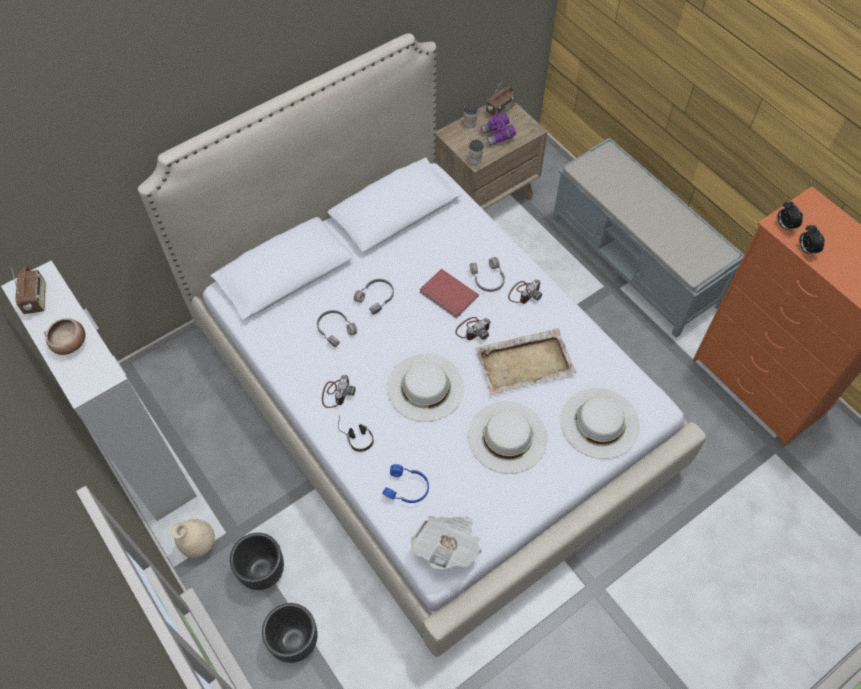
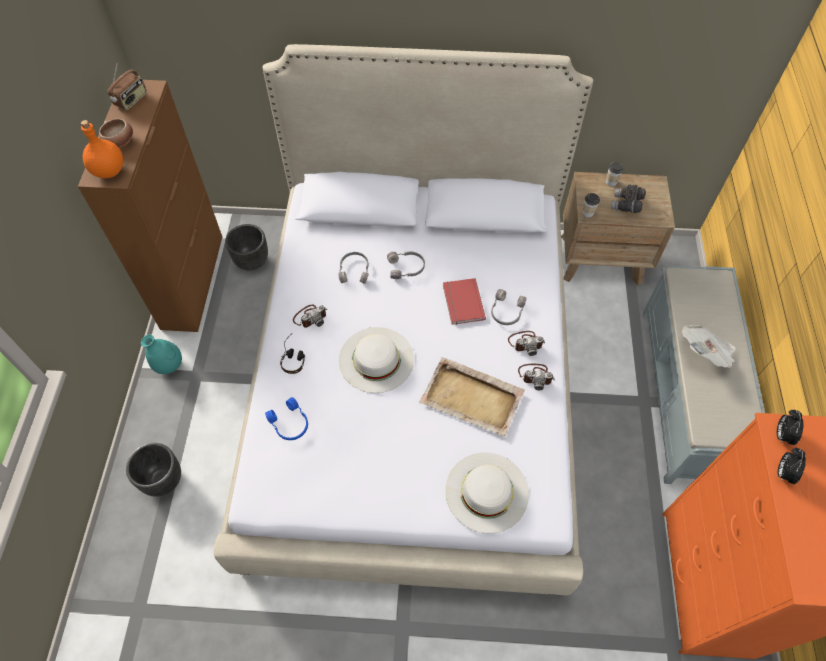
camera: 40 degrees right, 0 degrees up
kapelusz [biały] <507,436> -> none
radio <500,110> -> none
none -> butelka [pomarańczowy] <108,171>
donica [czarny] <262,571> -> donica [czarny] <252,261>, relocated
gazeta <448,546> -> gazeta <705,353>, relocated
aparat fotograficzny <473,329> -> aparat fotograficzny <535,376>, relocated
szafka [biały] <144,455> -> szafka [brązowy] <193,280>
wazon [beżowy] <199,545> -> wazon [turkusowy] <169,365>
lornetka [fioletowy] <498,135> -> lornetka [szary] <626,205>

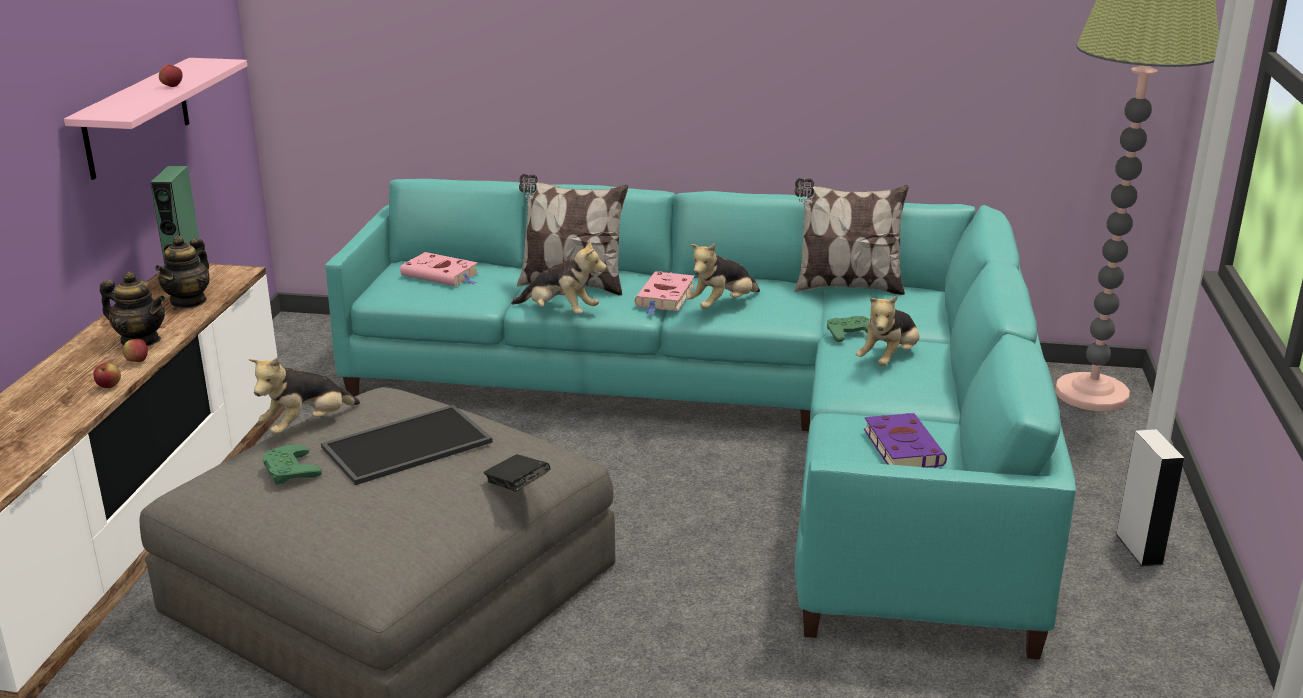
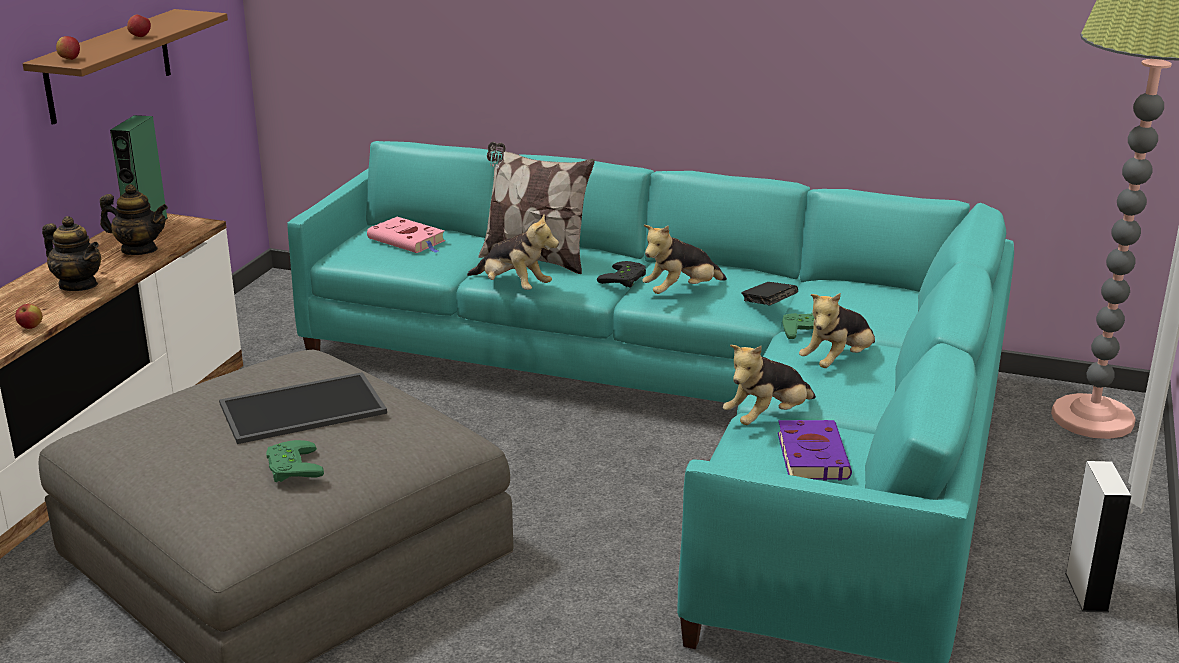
camera: 10 degrees right, 0 degrees up
poduszka <846,287> -> none
jabłko <137,361> -> jabłko <70,59>, relocated
pluszak <307,426> -> pluszak <768,418>, relocated
pad do gier [zielony] <287,470> -> pad do gier [zielony] <290,467>, relocated
książka [czarny] <517,486> -> książka [czarny] <768,305>, relocated
książka [różowy] <665,297> -> pad do gier [czarny] <625,279>
półka [różowy] <137,117> -> półka [brązowy] <108,66>
imbryk <189,301> -> imbryk <139,250>, 105 degrees counterclockwise

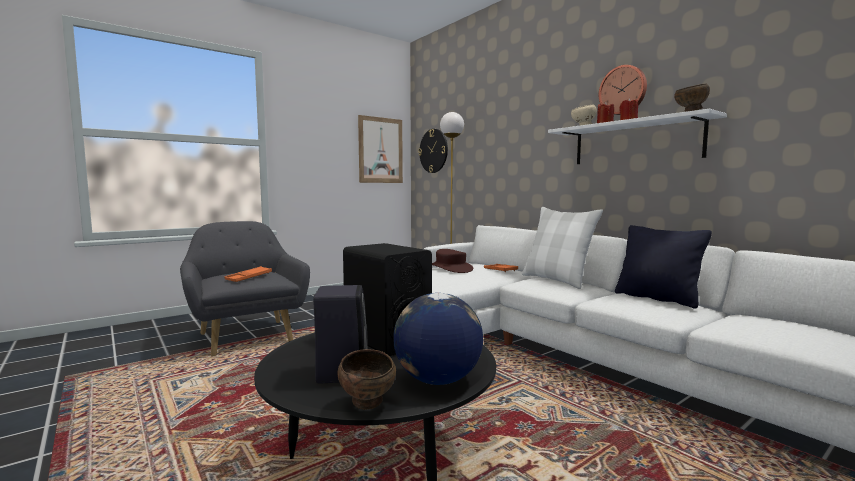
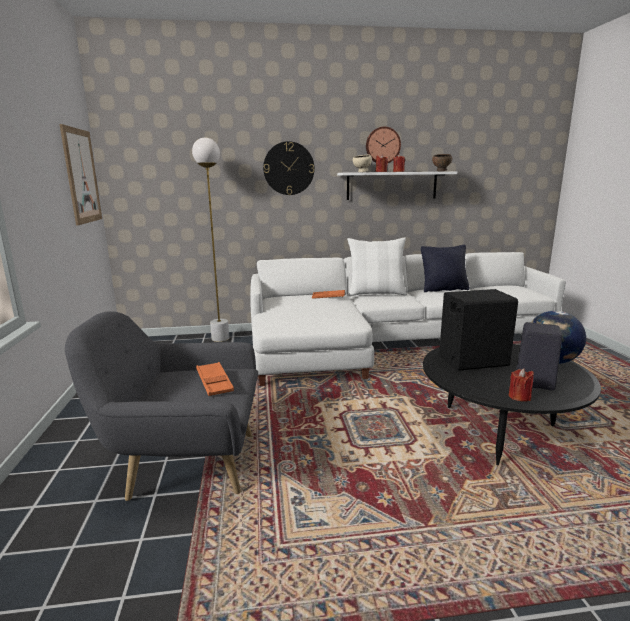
camera: 60 degrees left, 10 degrees up
miska [brązowy] <368,404> -> none
kapelusz [brązowy] <450,268> -> none
none -> świeca [czerwony] <519,397>
zegar ścienny <433,151> -> zegar ścienny <288,168>, relocated

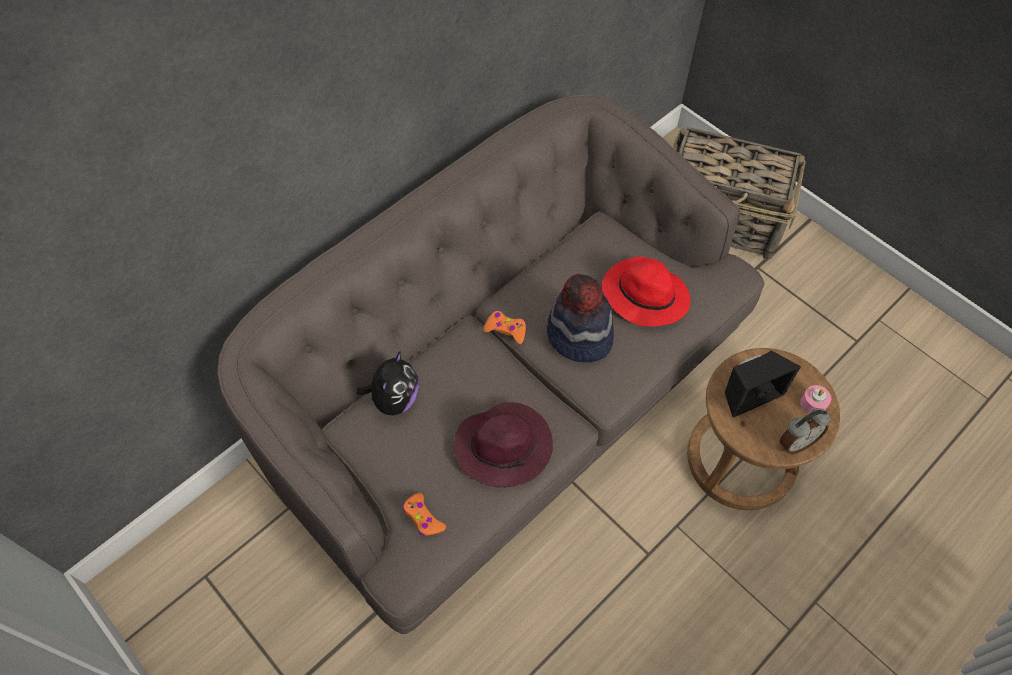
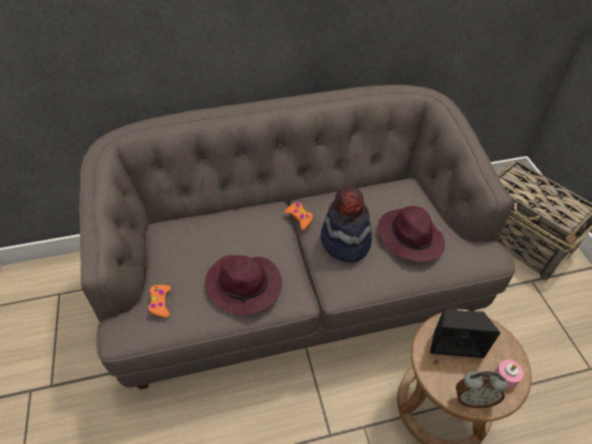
camera: 30 degrees right, 10 degrees down
pluszak <394,399> -> none
kapelusz [czerwony] <643,295> -> kapelusz [fioletowy] <409,237>

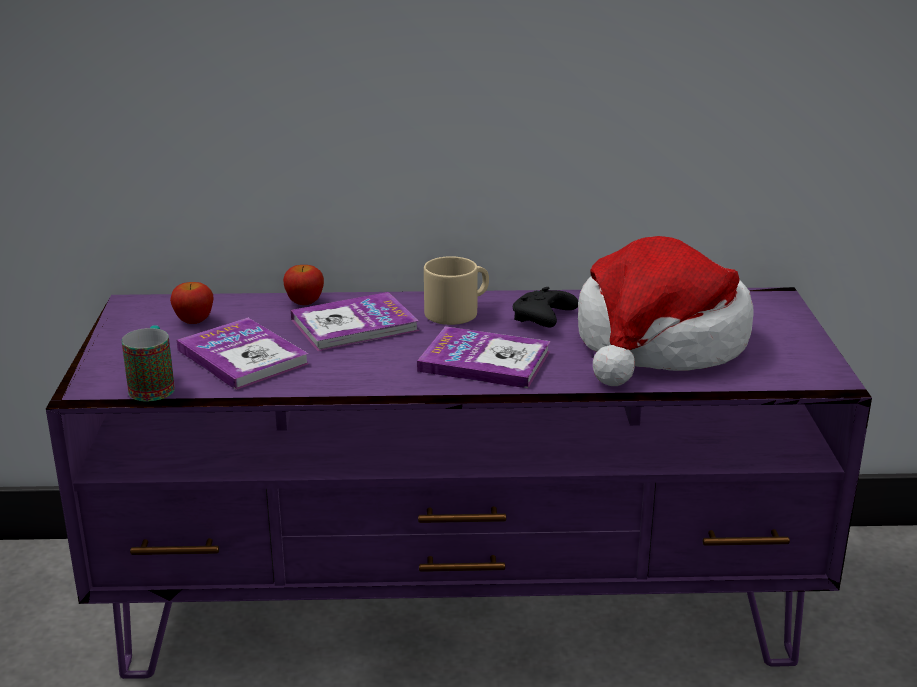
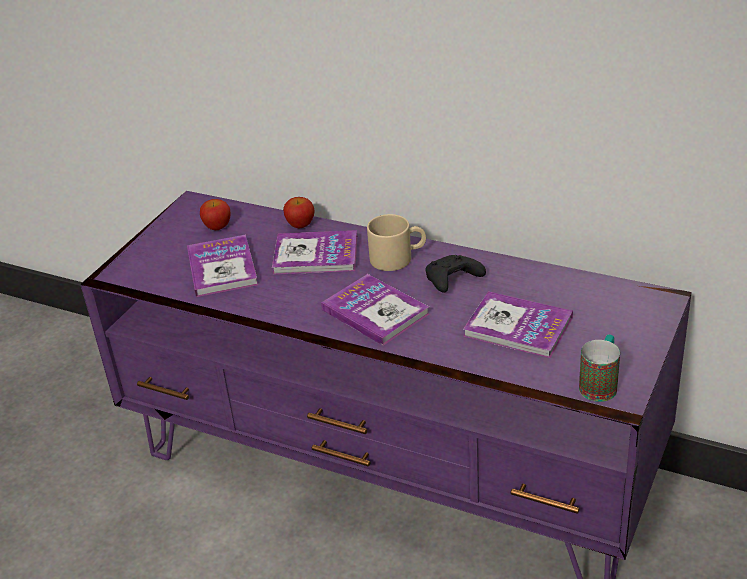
camera: 30 degrees right, 10 degrees up
kubek <154,386> -> kubek <600,383>, relocated
kapelusz <659,344> -> książka <518,327>

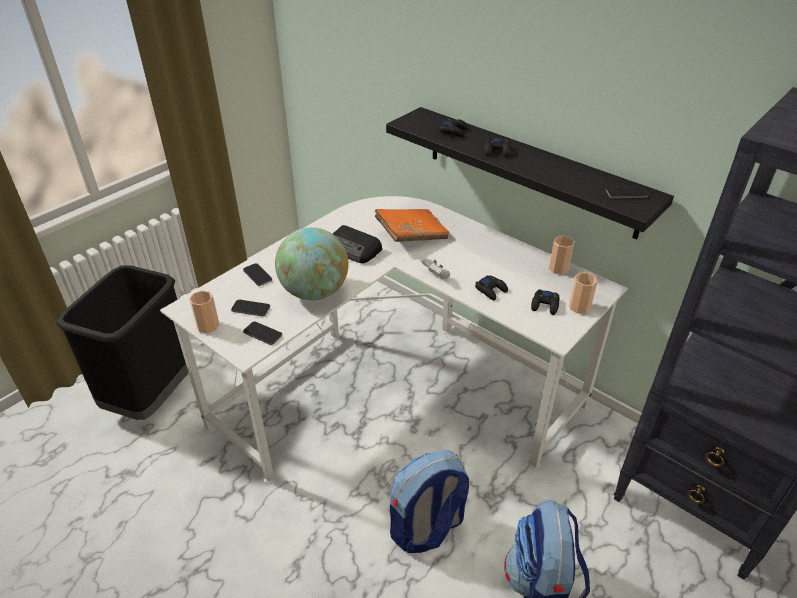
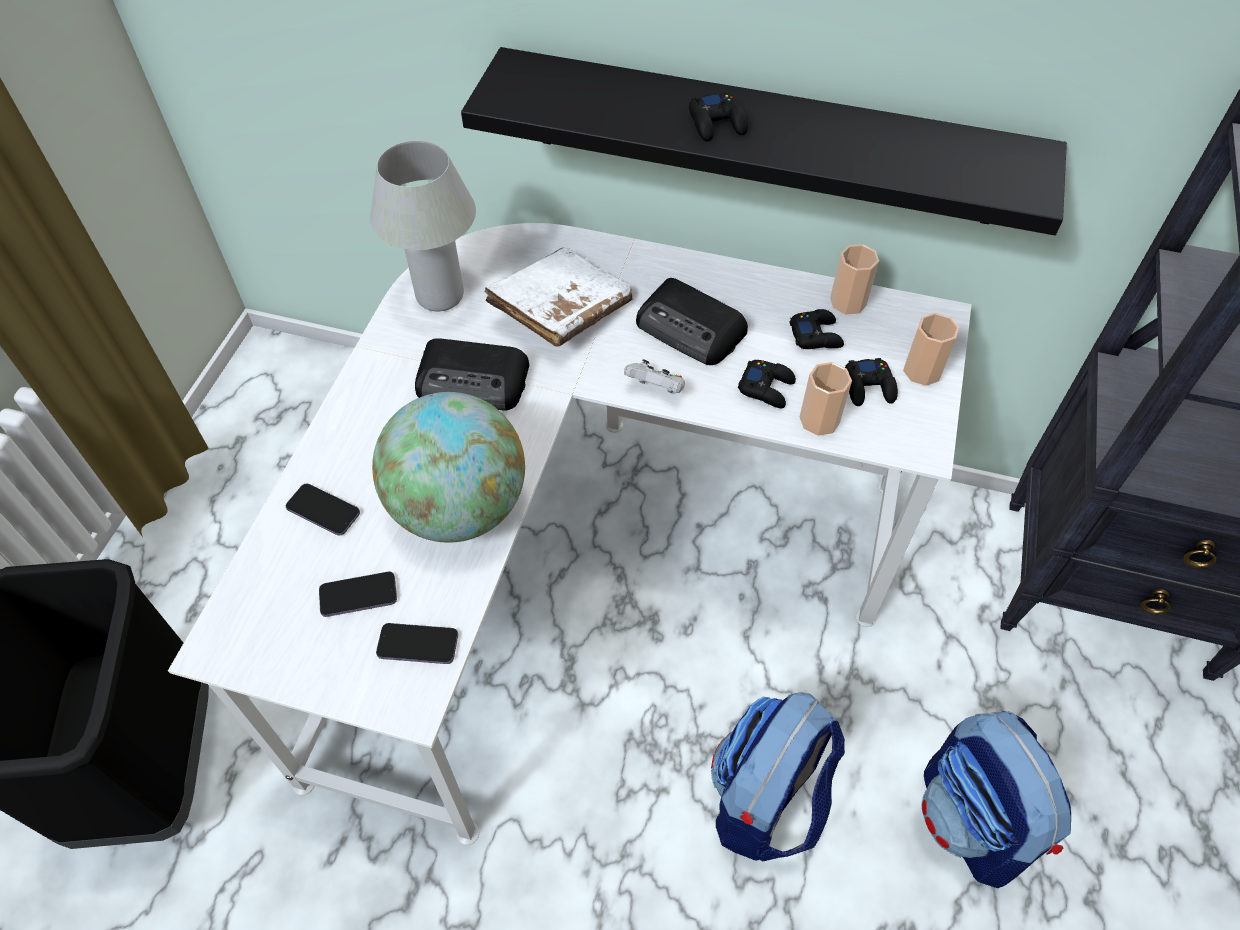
camera: 25 degrees left, 15 degrees up
telefon <626,194> -> none
none -> lampa stołowa [biały] <440,295>
none -> radio <691,329>
filiżanka <208,326> -> filiżanka <819,420>, relocated
pad do gier [czarny] <453,131> -> pad do gier [czarny] <816,335>, relocated
książka [pomarańczowy] <411,234> -> książka [biały] <561,311>

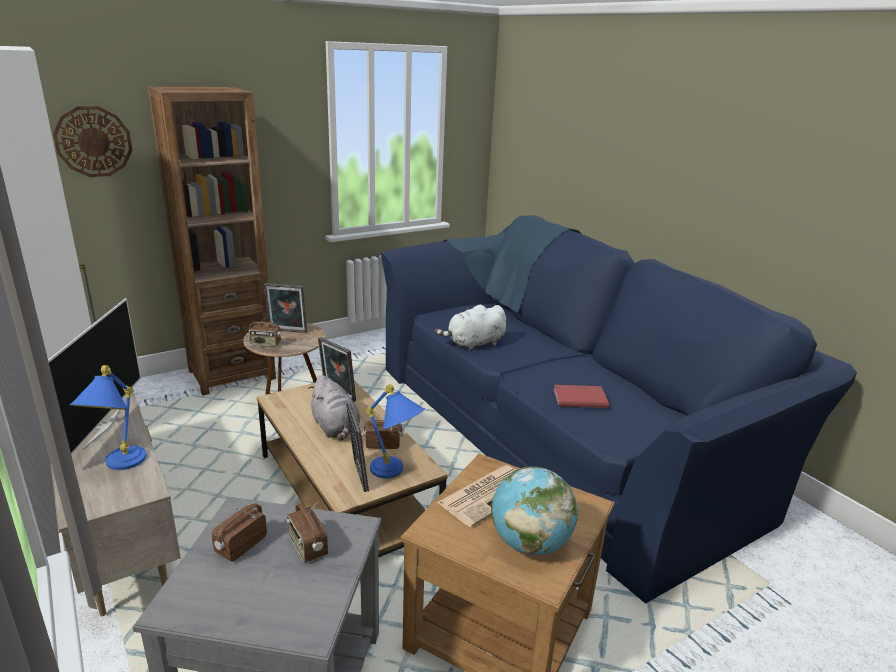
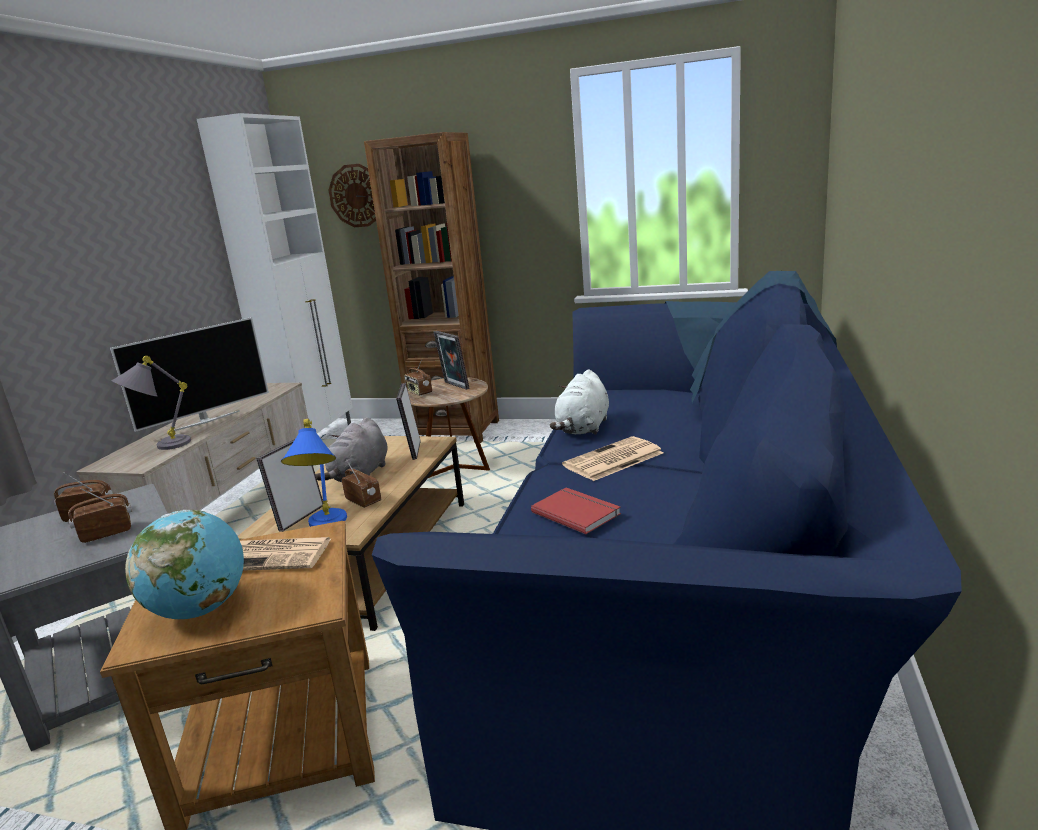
camera: 50 degrees right, 5 degrees down
none -> gazeta <612,460>
lampa stołowa [niebieski] <118,467> -> lampa stołowa [szary] <161,447>
radio <307,547> -> radio <107,533>, 45 degrees clockwise
pluszak [biały] <474,344> -> pluszak [biały] <583,428>, 90 degrees counterclockwise

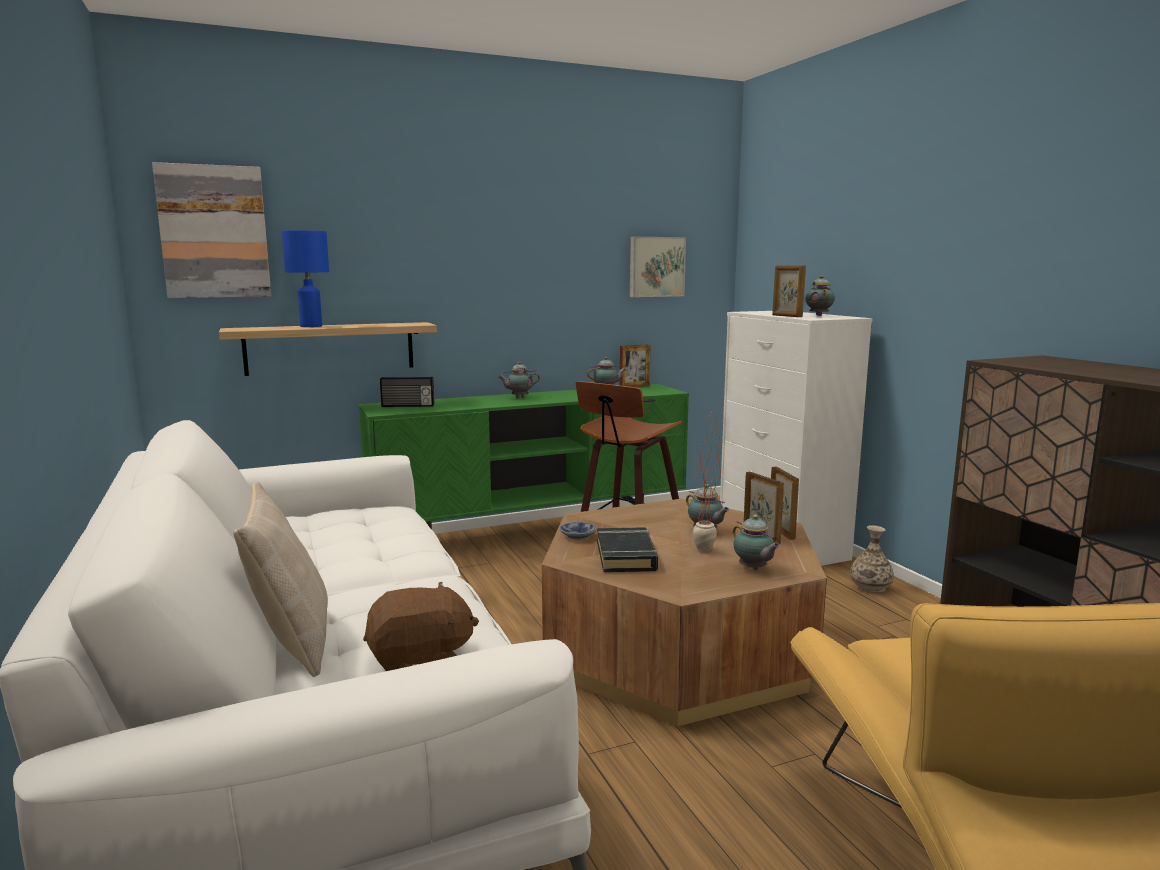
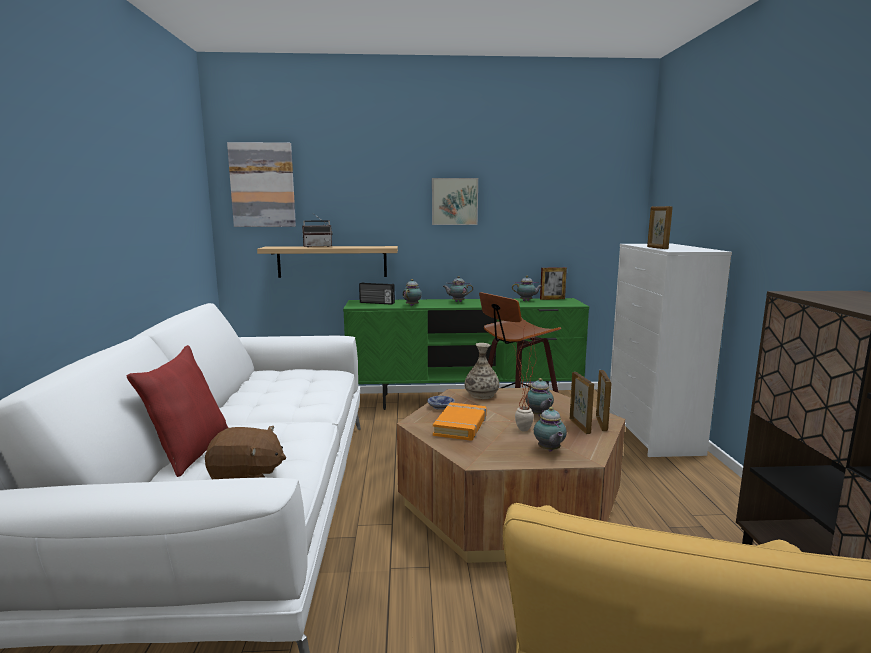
camera: 20 degrees right, 0 degrees up
obraz <656,267> -> obraz <454,201>, relocated
imbryk <818,315> -> imbryk <412,305>, relocated
wazon <870,587> -> wazon <481,395>, relocated
lampa stołowa [niebieski] <311,326> -> radio <318,246>
poduszka [beżowy] <292,641> -> poduszka [czerwony] <189,451>
książka [czarny] <626,556> -> książka [pomarańczowy] <461,426>

